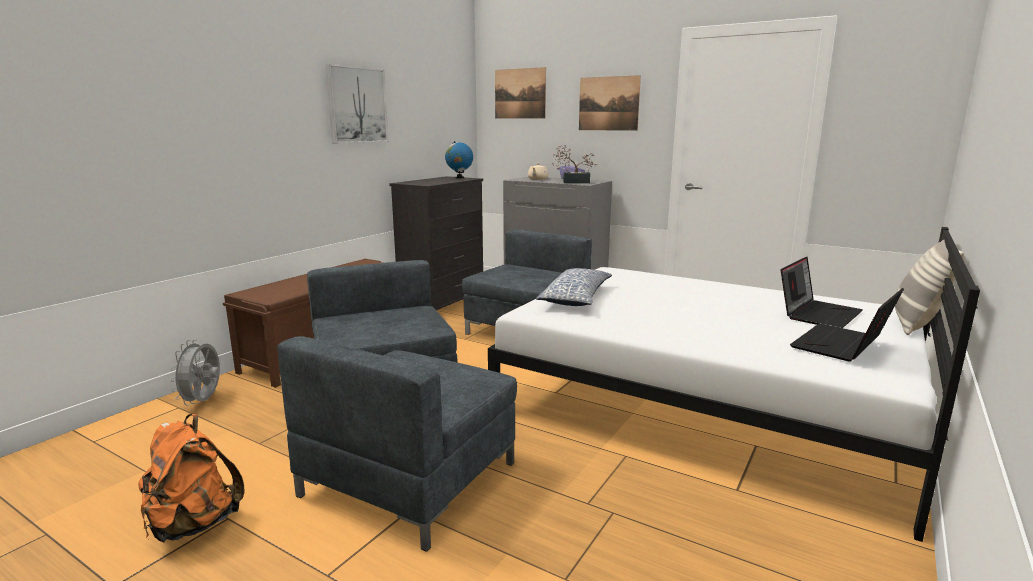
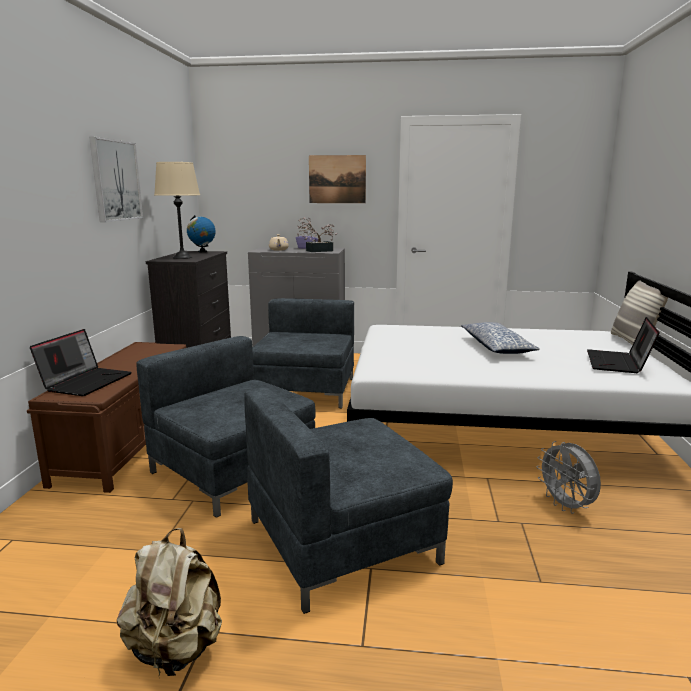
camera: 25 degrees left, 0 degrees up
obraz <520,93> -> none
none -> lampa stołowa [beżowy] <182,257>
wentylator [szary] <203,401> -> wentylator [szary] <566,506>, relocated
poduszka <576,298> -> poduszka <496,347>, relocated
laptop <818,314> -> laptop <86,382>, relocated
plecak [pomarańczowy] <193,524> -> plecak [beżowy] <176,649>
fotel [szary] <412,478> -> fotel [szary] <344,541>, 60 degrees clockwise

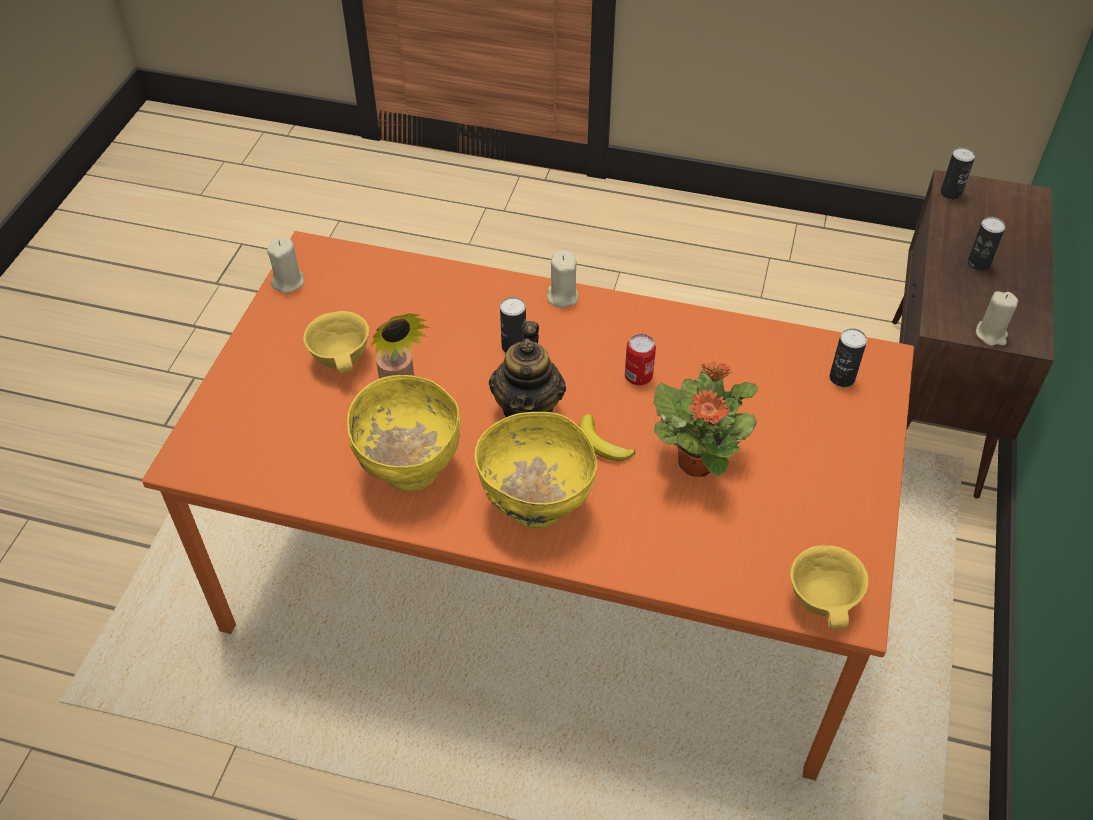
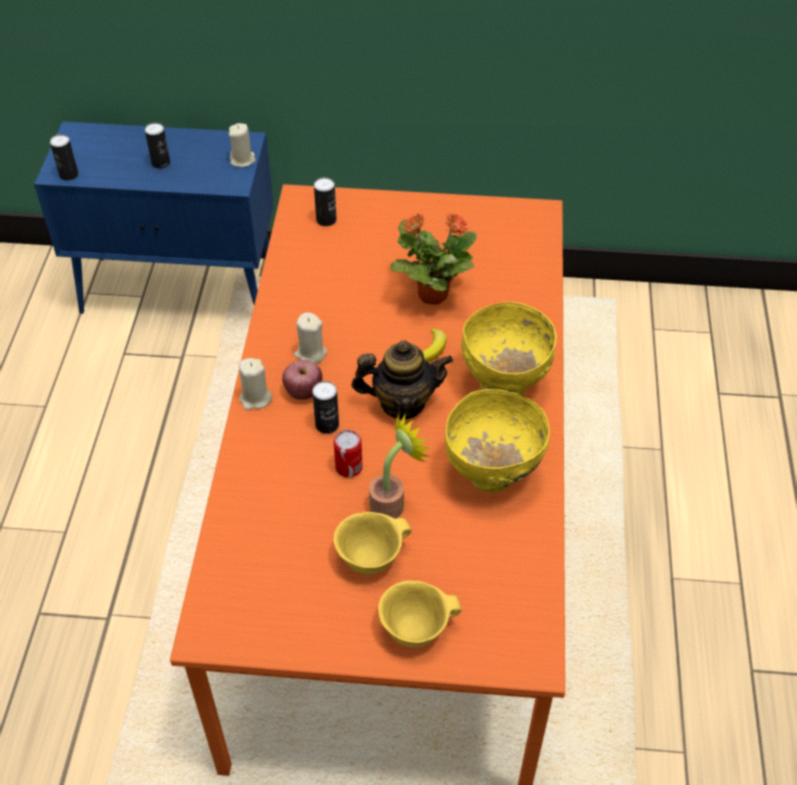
camera: 100 degrees left, 0 degrees up
none -> jabłko <303,391>
świeca [beżowy] <288,282> -> świeca [beżowy] <310,354>, relocated
puszka <638,375> -> puszka <348,467>, relocated
miska [żółty] <823,602> -> miska [żółty] <415,628>, relocated
szafka [brązowy] <932,406> -> szafka [niebieski] <181,290>

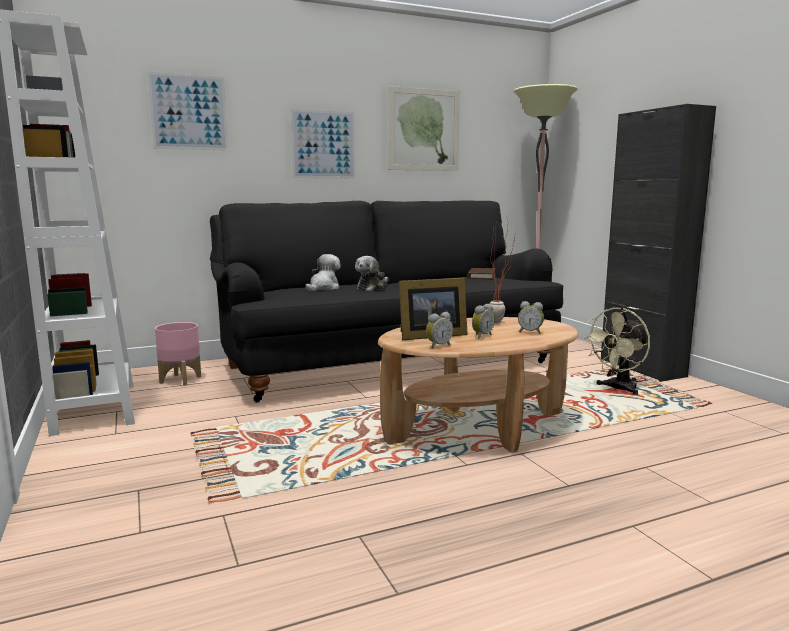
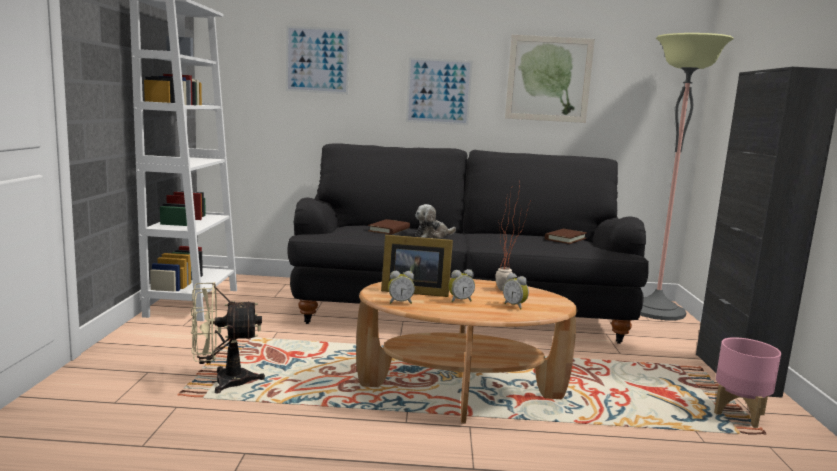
camera: 25 degrees right, 0 degrees up
donica [różowy] <180,379> -> donica [różowy] <739,414>, relocated
wentylator [beżowy] <618,389> -> wentylator [beżowy] <222,382>, relocated
pluszak <323,288> -> książka [brązowy] <389,230>

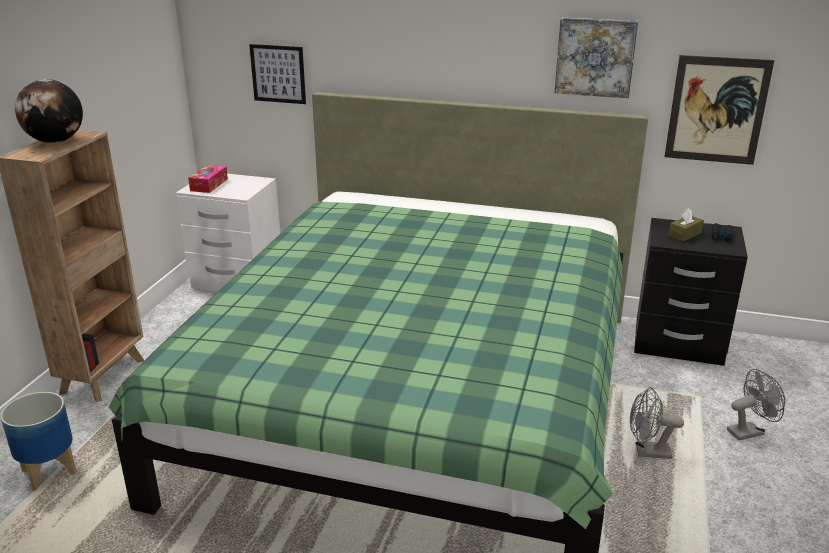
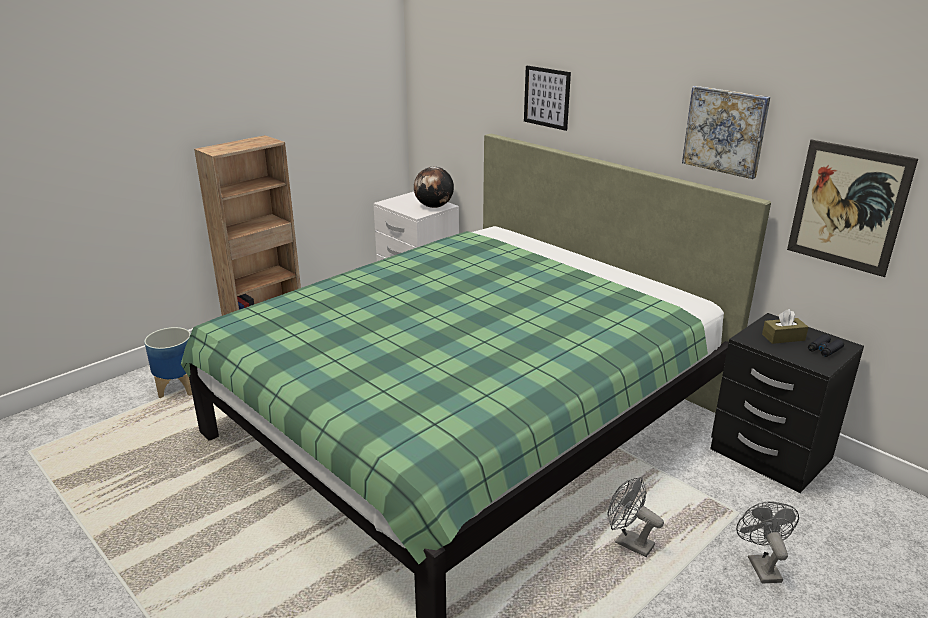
camera: 30 degrees right, 0 degrees up
pudełko chusteczek <209,185> -> none
globus <56,141> -> globus <434,206>, relocated
obraz <278,74> -> obraz <547,97>, relocated
wentylator [szary] <749,431> -> wentylator [szary] <761,565>, 105 degrees counterclockwise

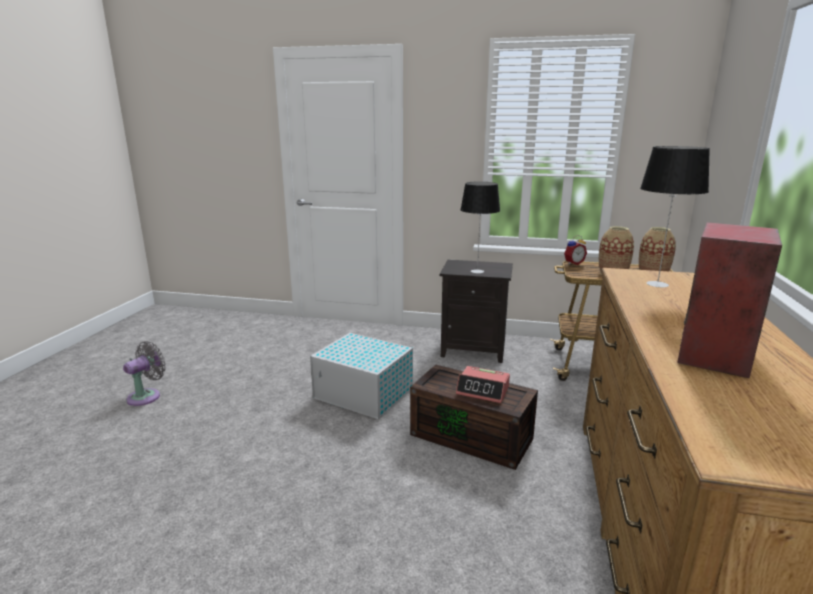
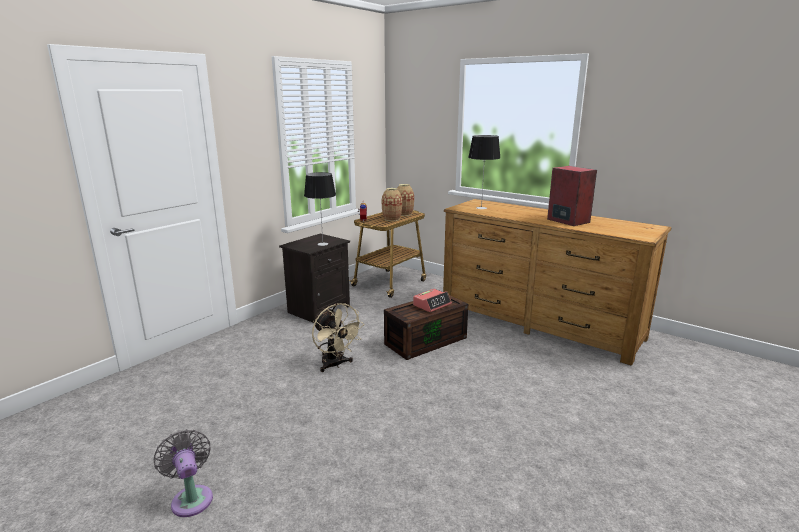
camera: 65 degrees left, 0 degrees up
pojemnik do przechowywania [biały] <364,394> -> wentylator [beżowy] <335,365>

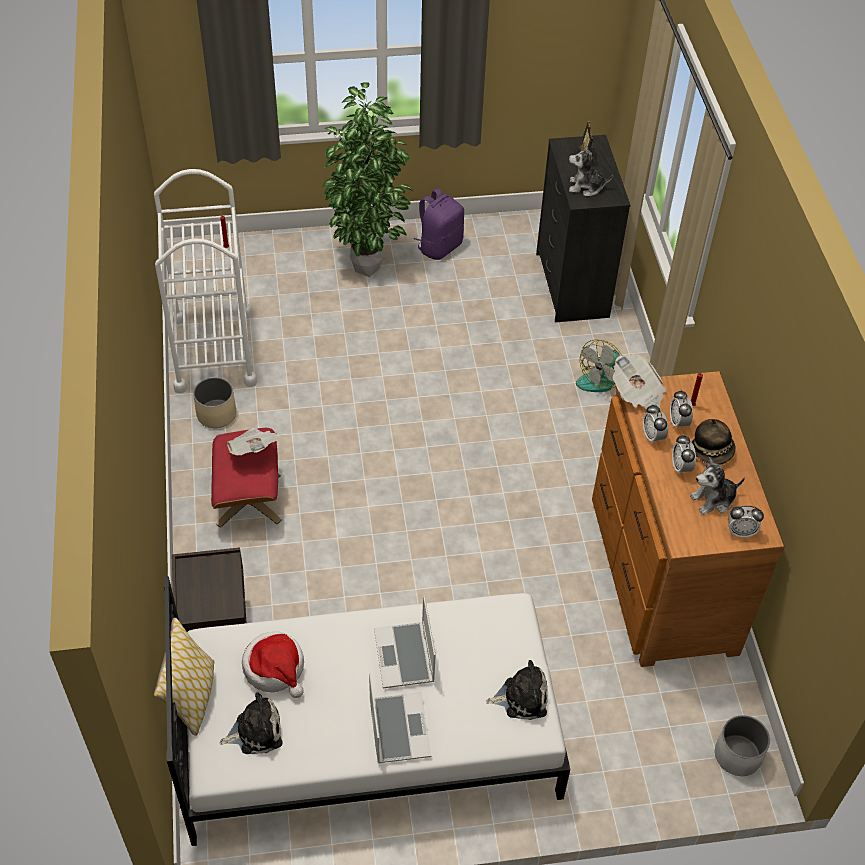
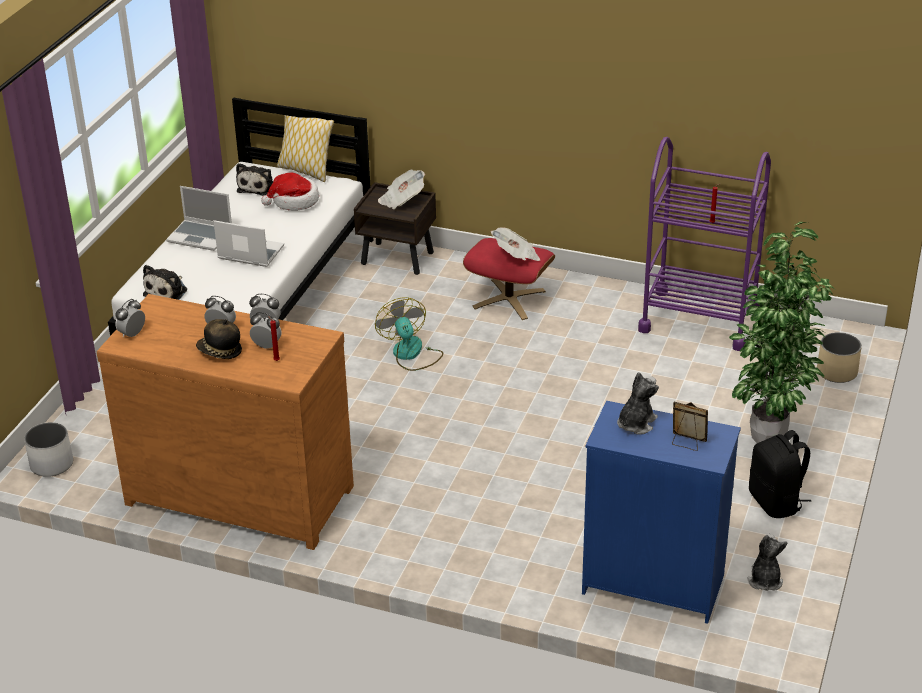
camera: 120 degrees right, 15 degrees down
donica [beżowy] <216,414> -> donica [beżowy] <837,372>, relocated
wentylator <601,378> -> wentylator <411,354>, relocated
gazeta <637,394> -> gazeta <402,200>, relocated
pluszak <713,500> -> pluszak <764,580>, relocated
wózek [biały] <213,351> -> wózek [fioletowy] <699,319>
plecak [fioletowy] <439,246> -> plecak [czarny] <776,502>
komoda [czarny] <571,285> -> komoda [niebieski] <653,584>

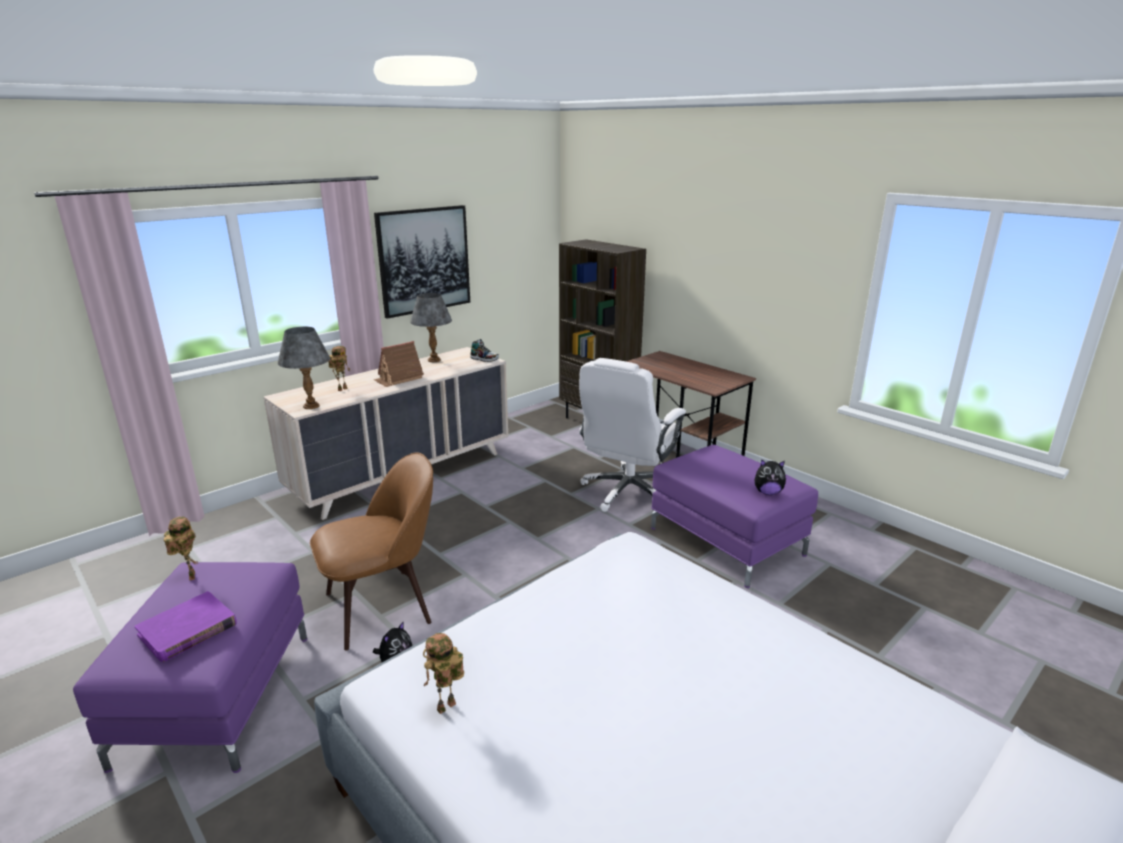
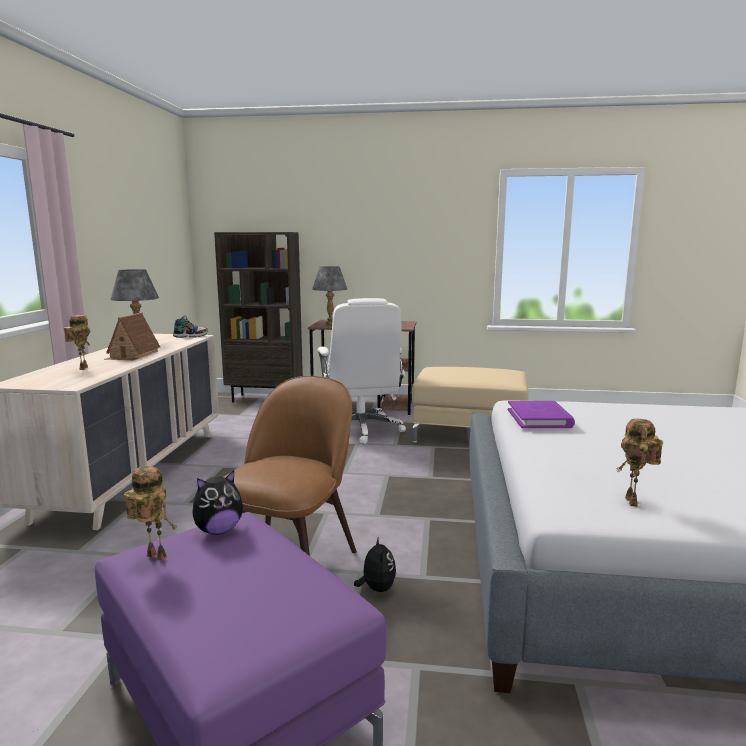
camera: 40 degrees left, 10 degrees down
obraz <424,260> -> none
książka [fioletowy] <188,630> -> książka [fioletowy] <539,418>, relocated
lampa stołowa [szary] <311,406> -> lampa stołowa [szary] <330,324>, relocated
pluszak <768,492> -> pluszak <218,530>, relocated
pufa [fioletowy] <727,541> -> pufa [beżowy] <469,434>

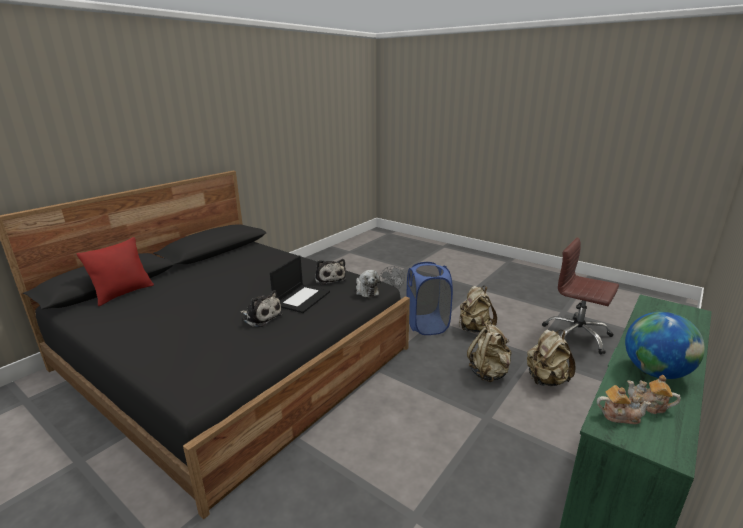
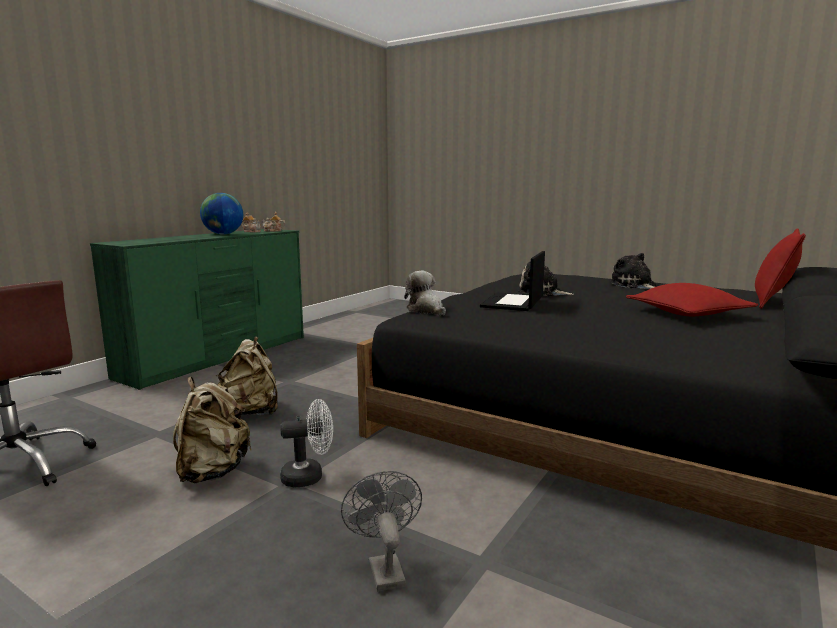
camera: 175 degrees right, 10 degrees down
plecak [beżowy] <546,380> -> none
none -> poduszka [czerwony] <687,314>
pluszak <329,278> -> pluszak <634,285>, relocated
kosz na pranie [niebieski] <427,325> -> wentylator [biały] <309,476>

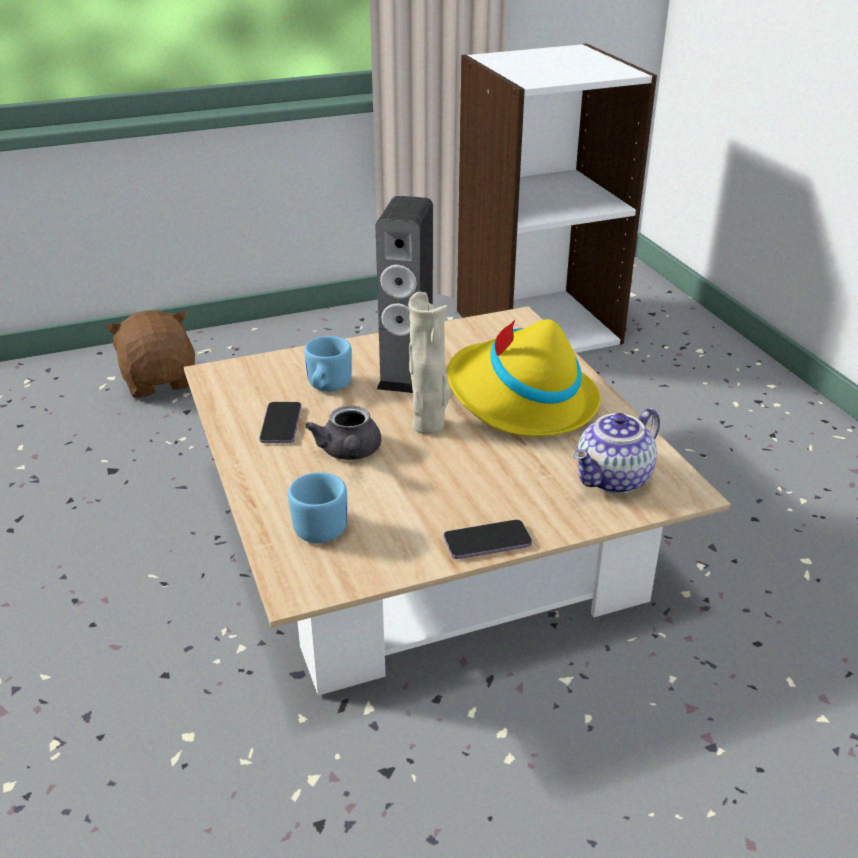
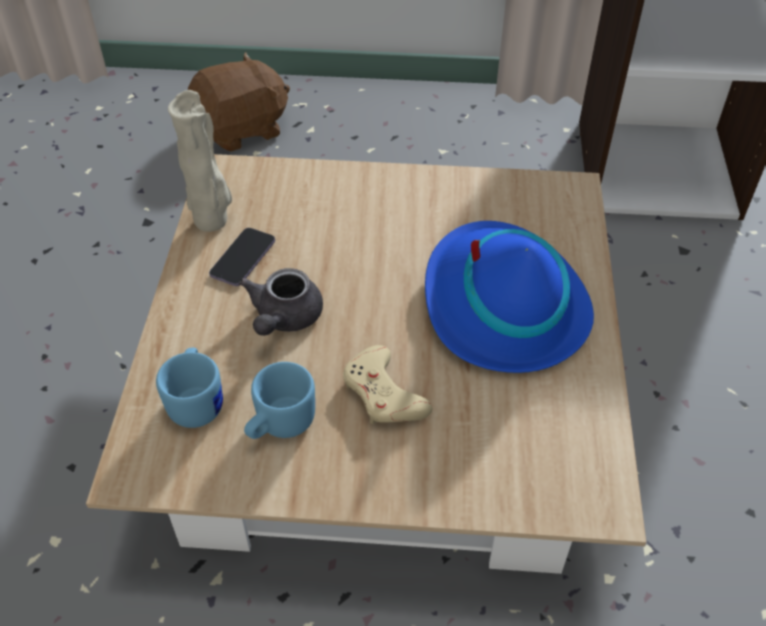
camera: 25 degrees right, 15 degrees up
głośnik <407,374> -> none
telefon <487,542> -> none
imbryk <614,480> -> none
none -> pad do gier [beżowy] <383,394>
kubek [niebieski] <326,387> -> kubek [niebieski] <279,425>, relocated
wazon [beżowy] <429,425> -> wazon [beżowy] <213,221>, relocated
kapelusz [żółty] <519,400> -> kapelusz [niebieski] <502,306>
pluszak [brązowy] <160,380> -> pluszak [brązowy] <242,129>, 60 degrees clockwise

